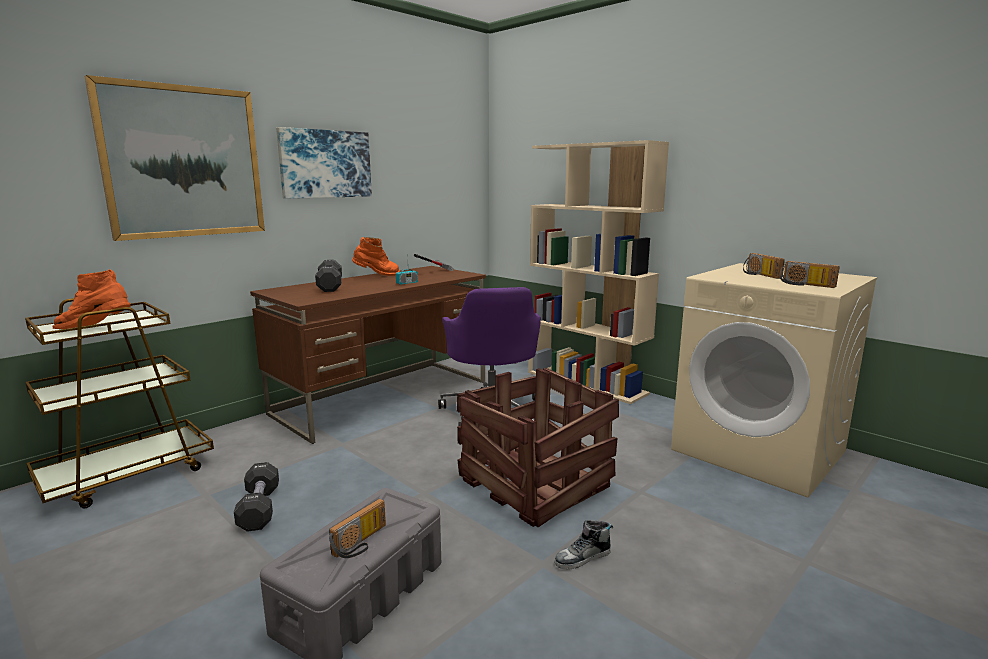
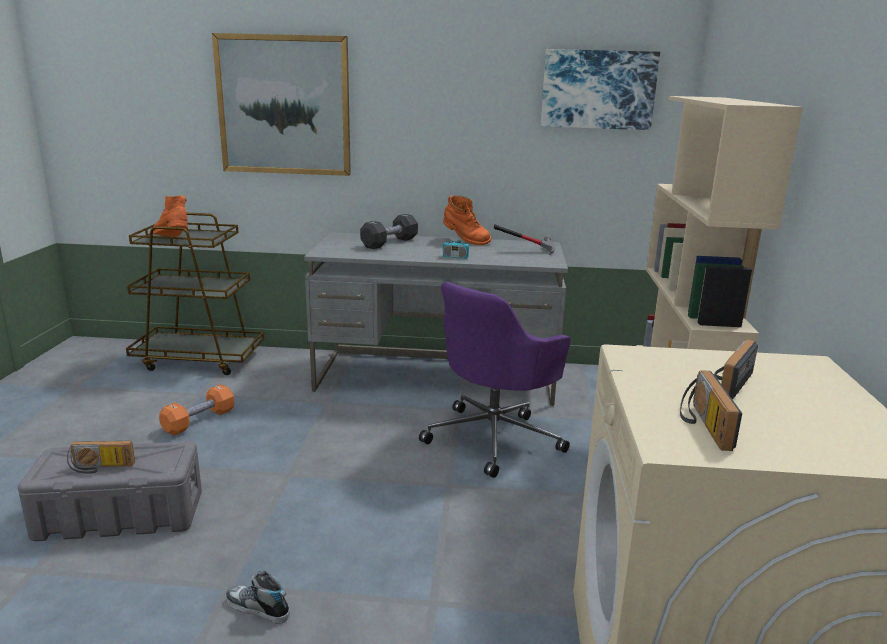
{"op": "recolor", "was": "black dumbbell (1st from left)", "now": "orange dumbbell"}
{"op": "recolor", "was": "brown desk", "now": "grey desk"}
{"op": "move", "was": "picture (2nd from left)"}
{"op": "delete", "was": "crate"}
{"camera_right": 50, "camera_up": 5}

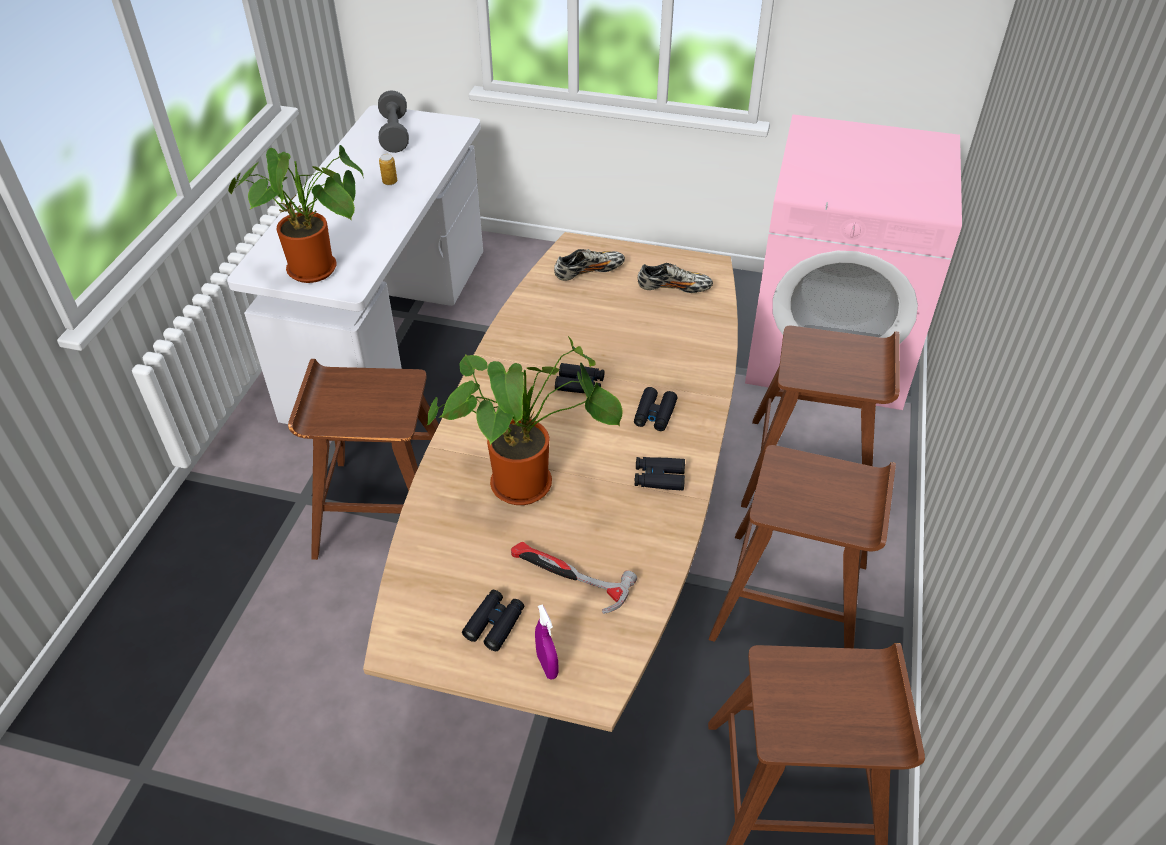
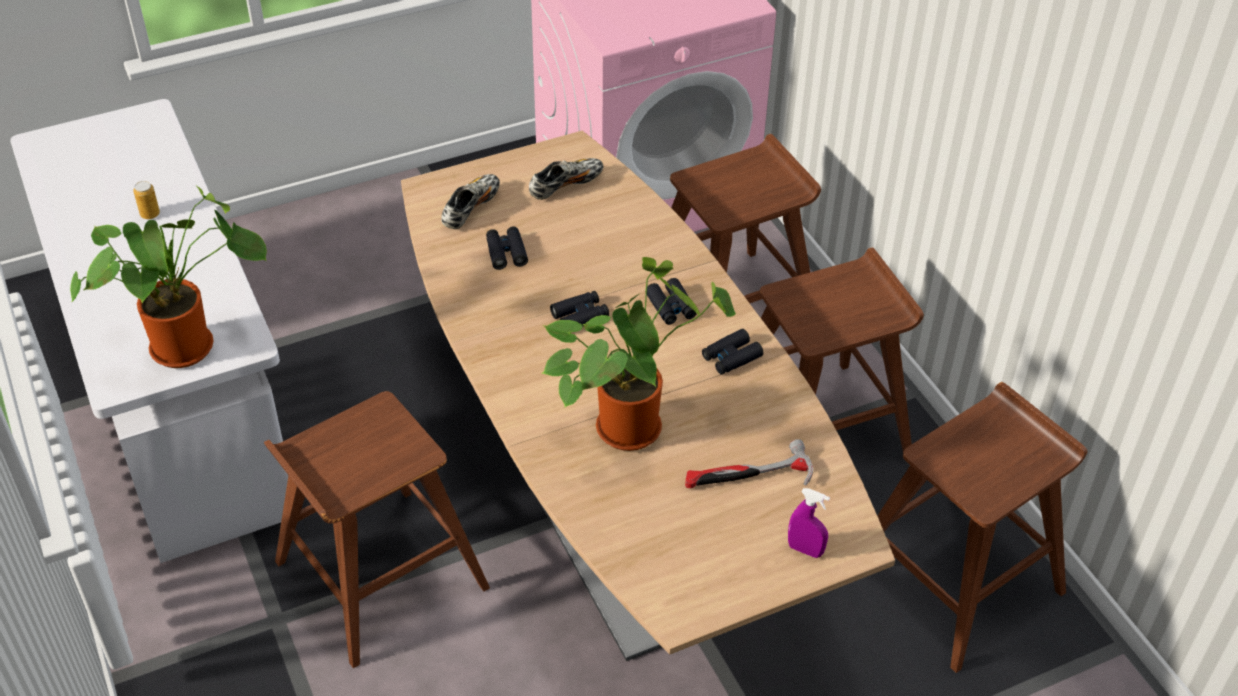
{"op": "move", "was": "black binoculars (1st from left)"}
{"op": "delete", "was": "grey dumbbell"}
{"camera_right": -40, "camera_up": 0}

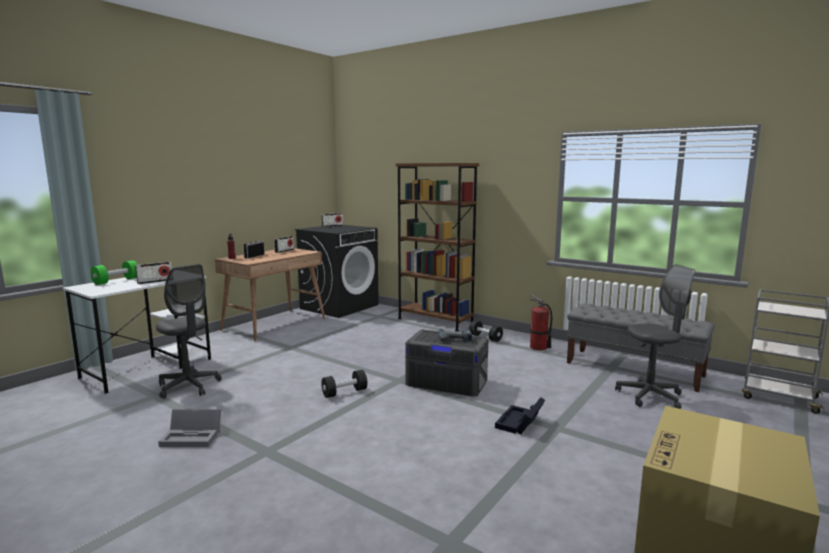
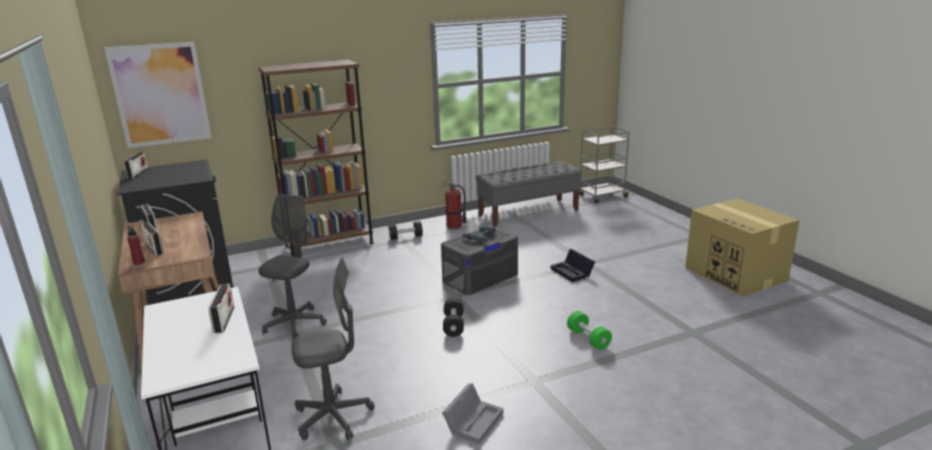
{"op": "insert", "now": "picture"}
{"op": "move", "was": "grey office chair (2nd from left in the first image)", "now": "grey office chair (1st from left)"}
{"op": "move", "was": "green dumbbell"}
{"camera_right": -60, "camera_up": 10}

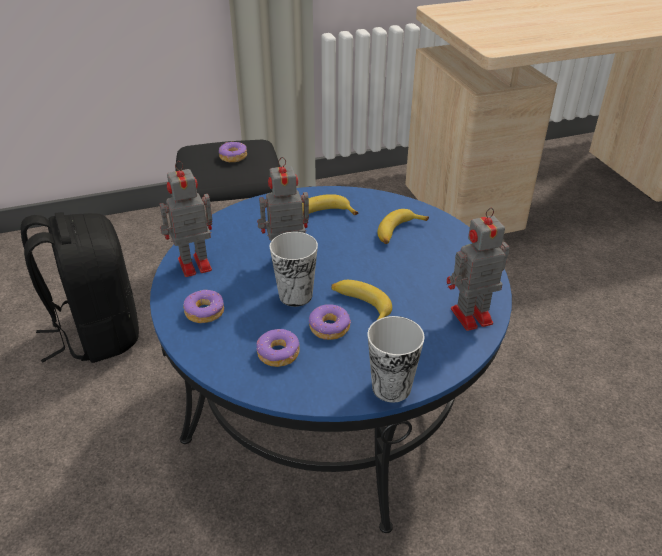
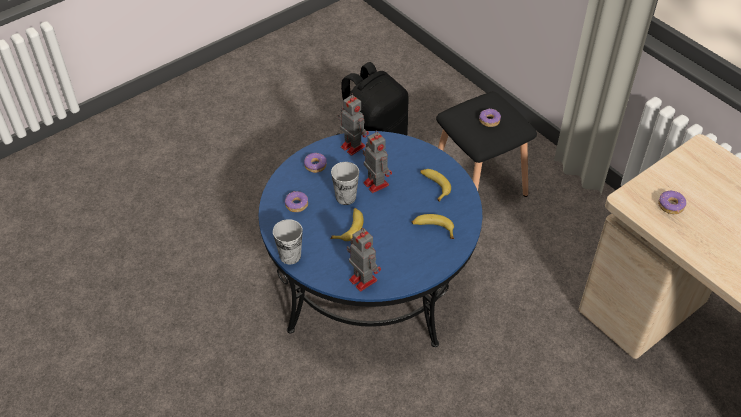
{"op": "move", "was": "donut (4th from left)"}
{"camera_right": 70, "camera_up": 10}

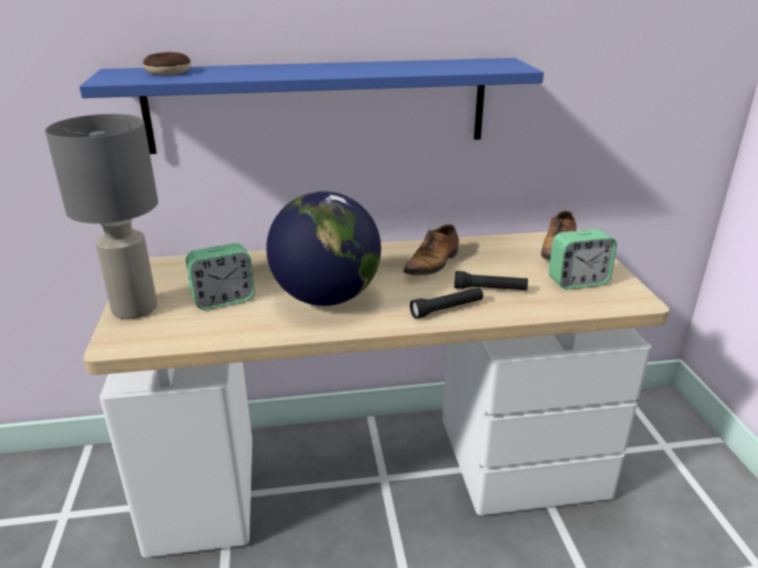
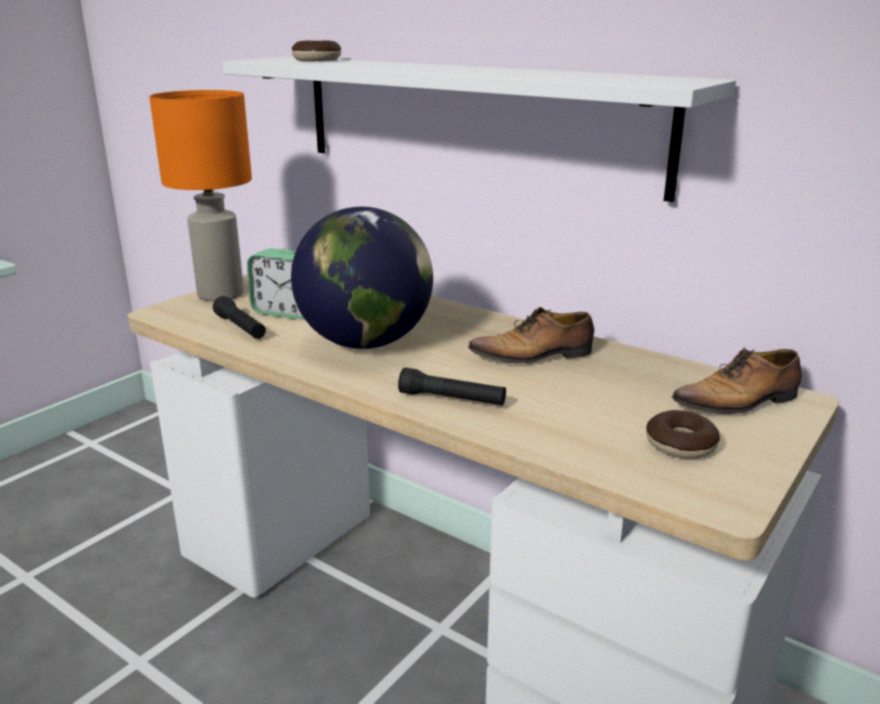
{"op": "recolor", "was": "grey table lamp", "now": "orange table lamp"}
{"op": "move", "was": "black flashlight (2nd from left in the first image)", "now": "black flashlight (1st from left)"}
{"op": "recolor", "was": "blue shelf", "now": "white shelf"}
{"op": "replace", "was": "alarm clock (2nd from left)", "now": "donut (2nd from left)"}
{"camera_right": 45, "camera_up": -5}

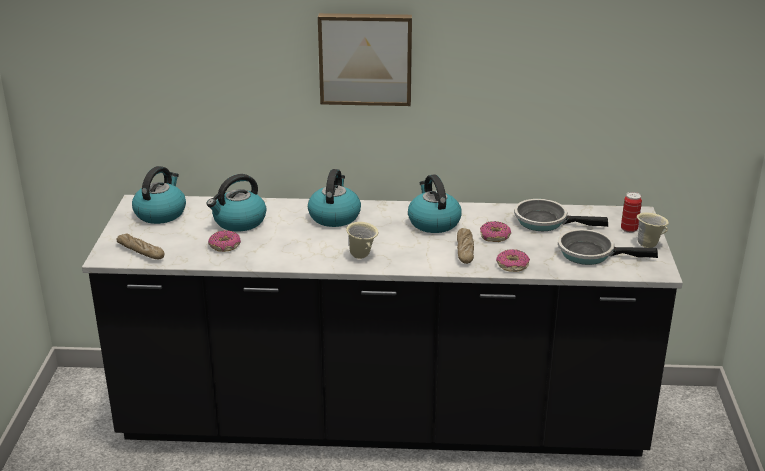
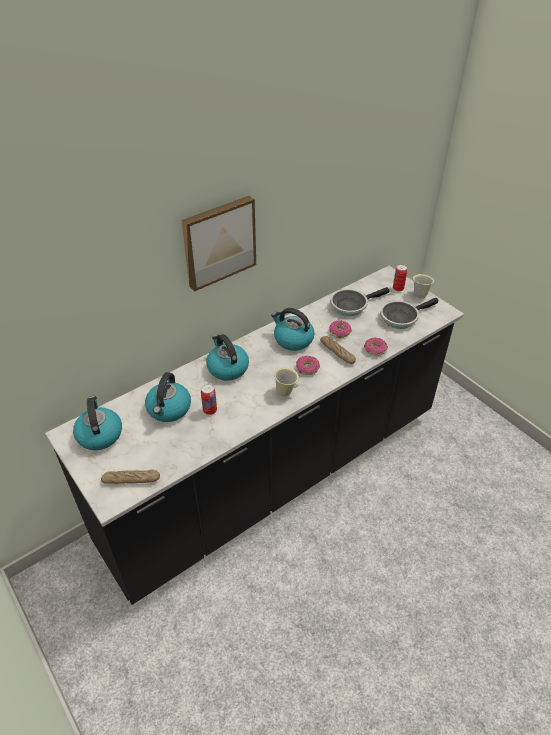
{"op": "insert", "now": "can (1st from left)"}
{"op": "move", "was": "donut (1st from left)"}
{"camera_right": -40, "camera_up": 15}

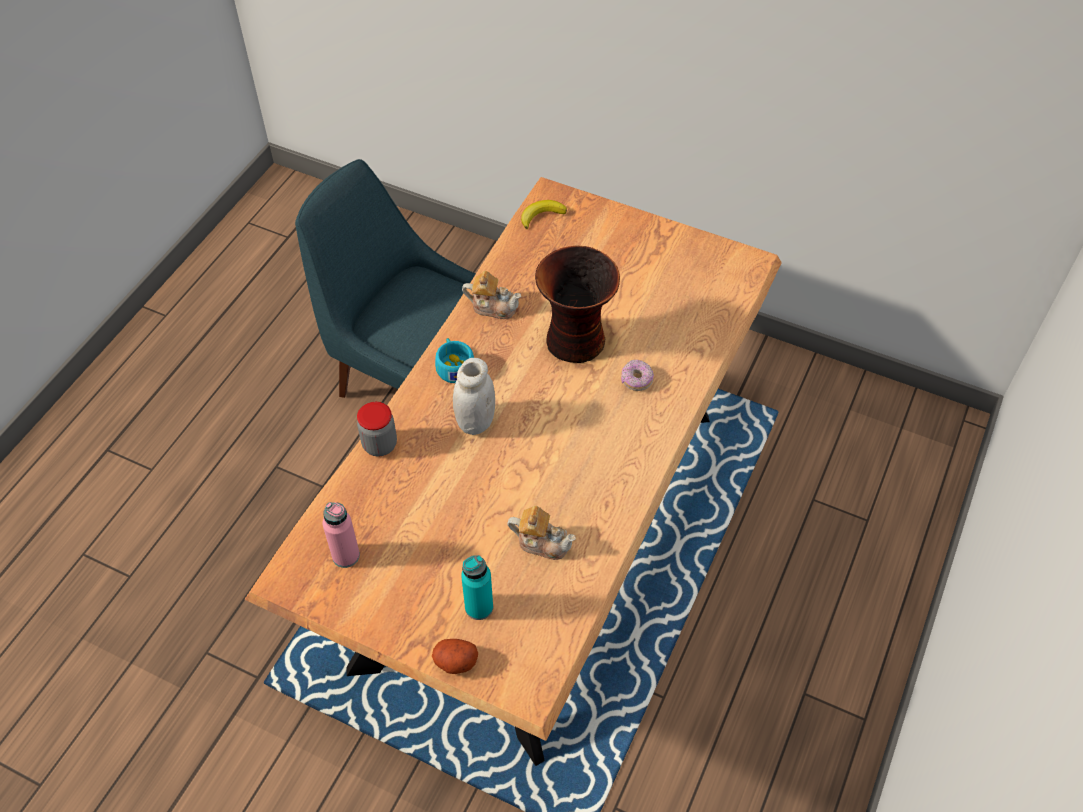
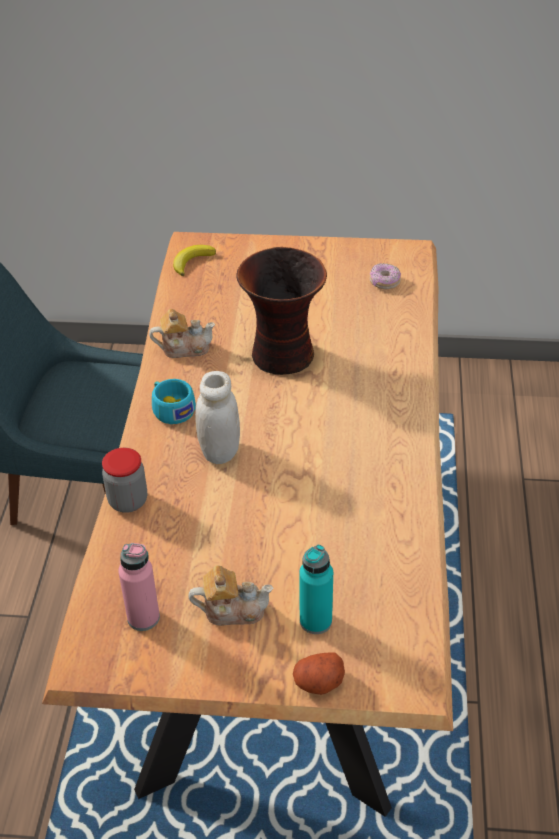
{"op": "move", "was": "teapot (2nd from left)"}
{"op": "move", "was": "donut"}
{"camera_right": -20, "camera_up": -10}

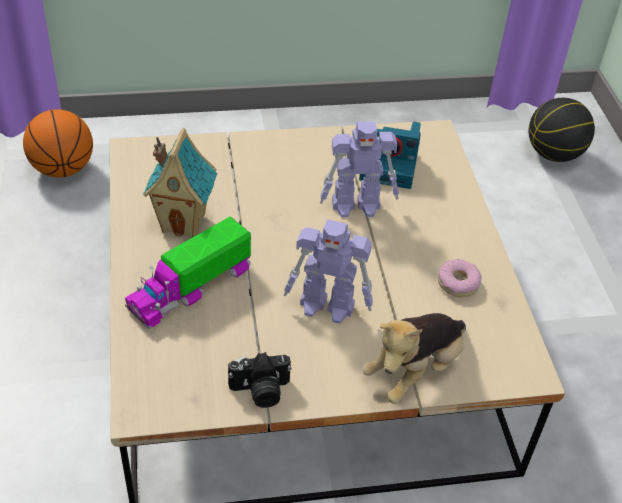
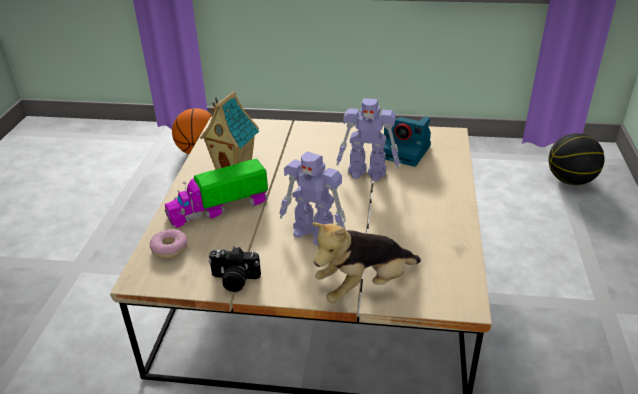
{"op": "move", "was": "donut"}
{"camera_right": 20, "camera_up": -10}

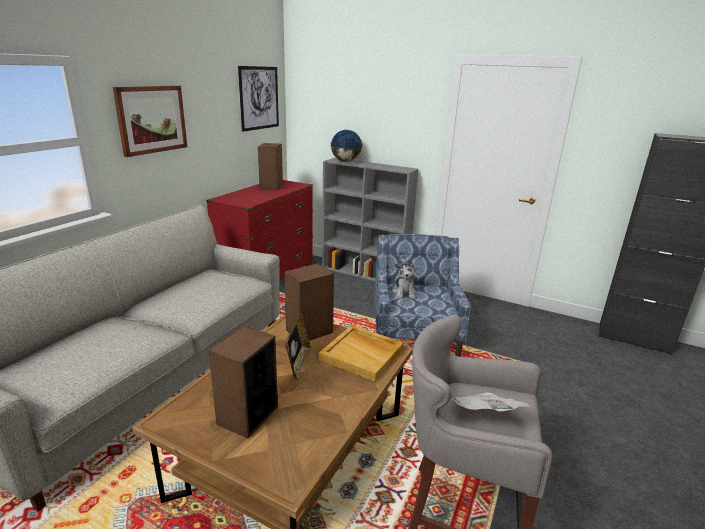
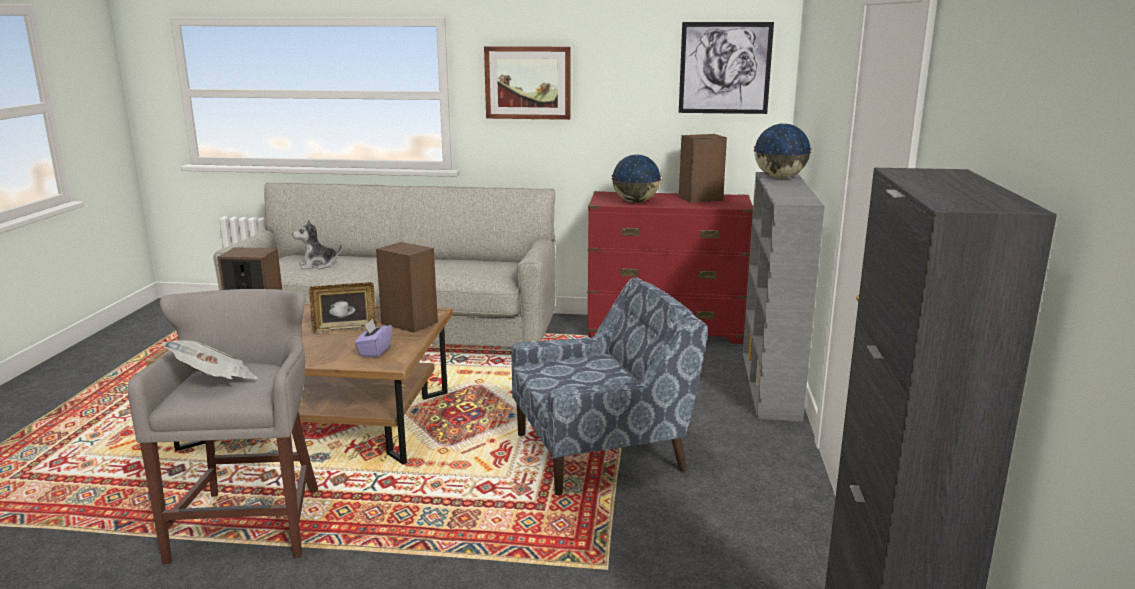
{"op": "move", "was": "plush toy"}
{"op": "replace", "was": "beige tray", "now": "purple tissue box"}
{"op": "insert", "now": "globe (1st from left)"}
{"camera_right": 70, "camera_up": -5}

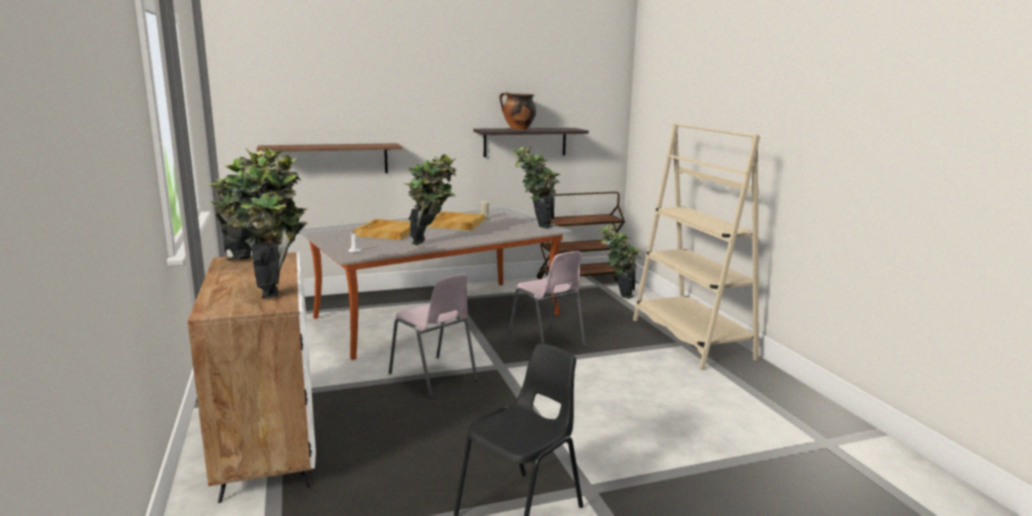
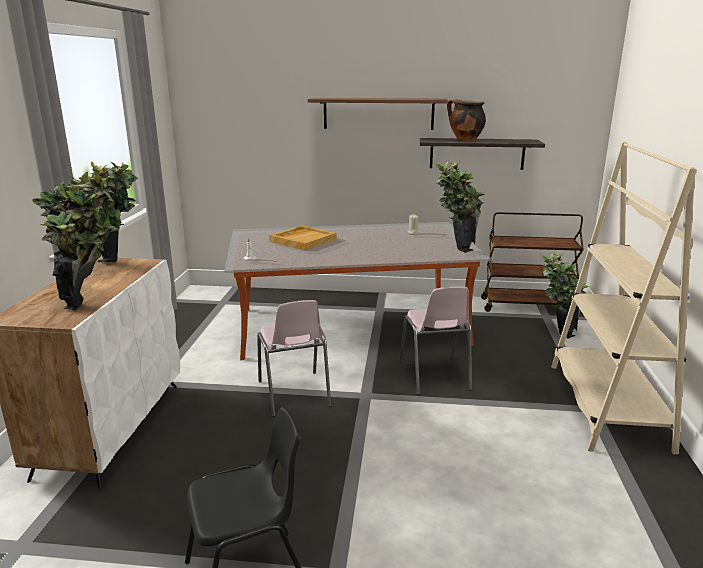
{"op": "move", "was": "shelf (1st from left)"}
{"op": "delete", "was": "potted plant (3rd from left)"}
{"op": "delete", "was": "beige tray (2nd from left)"}
{"camera_right": 25, "camera_up": 5}

